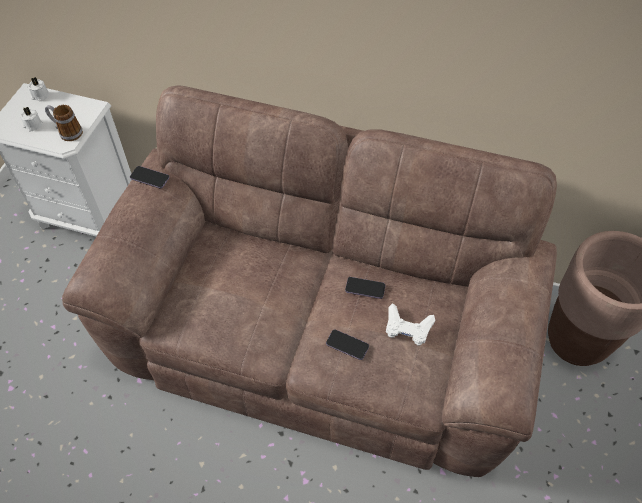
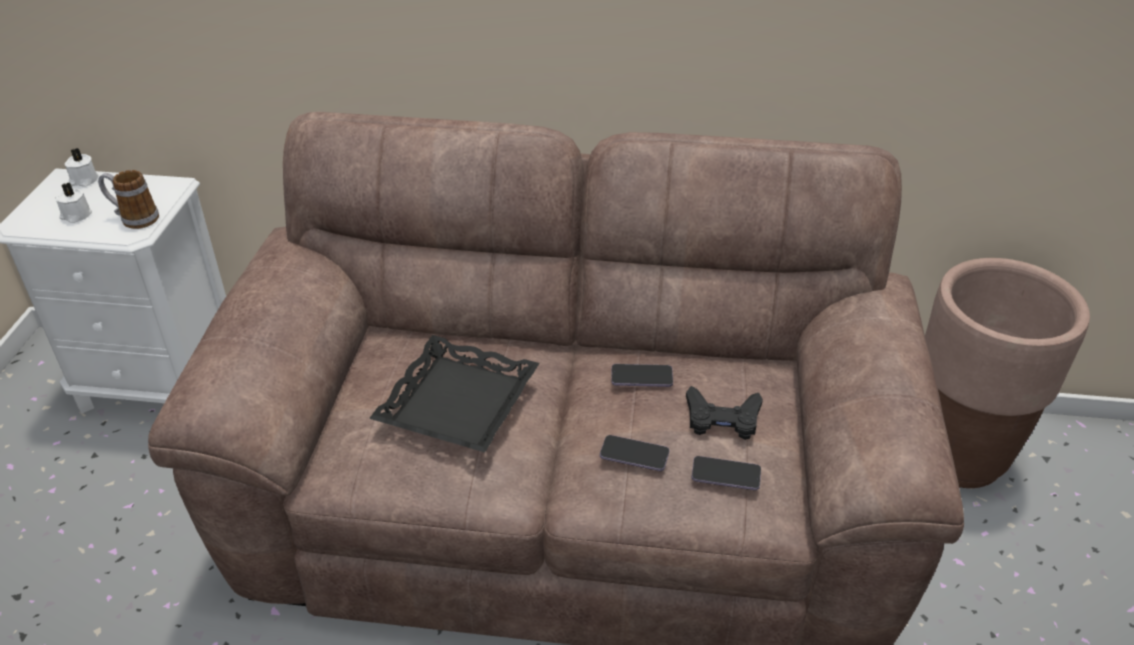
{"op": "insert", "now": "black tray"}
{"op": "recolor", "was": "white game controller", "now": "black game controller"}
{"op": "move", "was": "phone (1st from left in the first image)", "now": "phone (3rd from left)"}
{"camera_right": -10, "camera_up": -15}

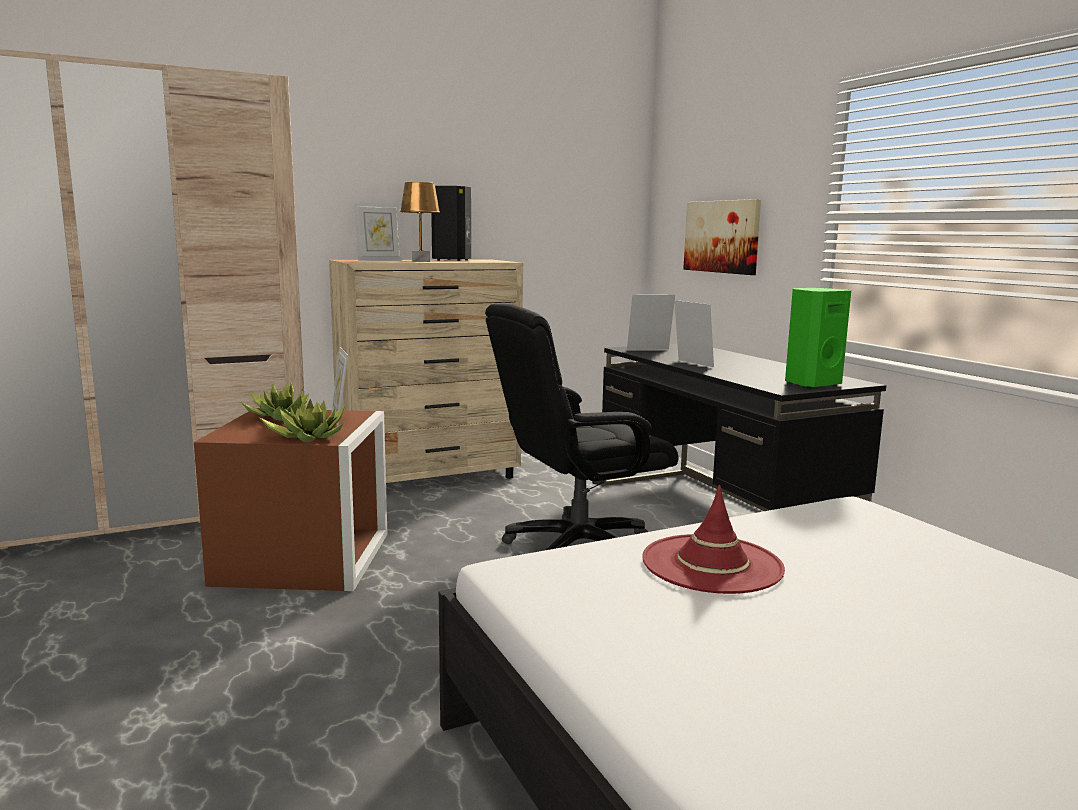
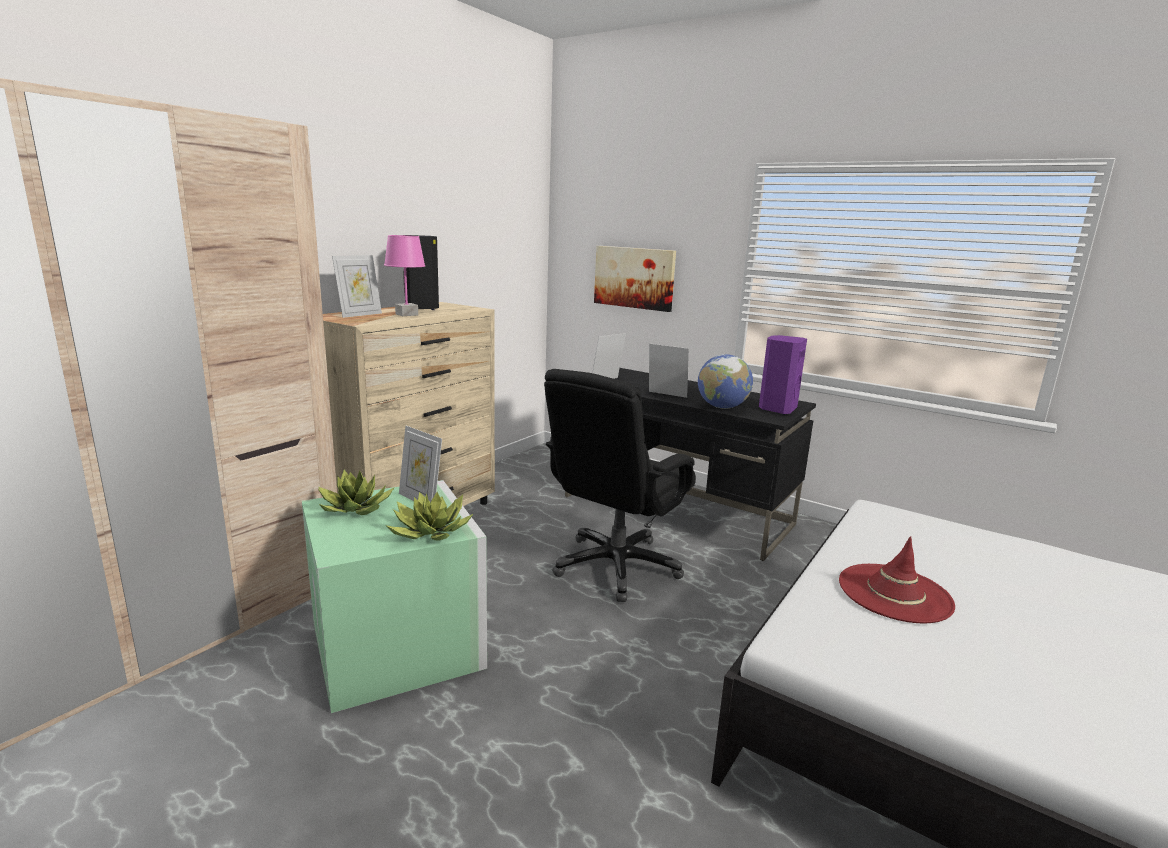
{"op": "recolor", "was": "brown storage box", "now": "green storage box"}
{"op": "recolor", "was": "brown table lamp", "now": "pink table lamp"}
{"op": "insert", "now": "globe"}
{"op": "recolor", "was": "green speaker", "now": "purple speaker"}
{"camera_right": -30, "camera_up": 5}

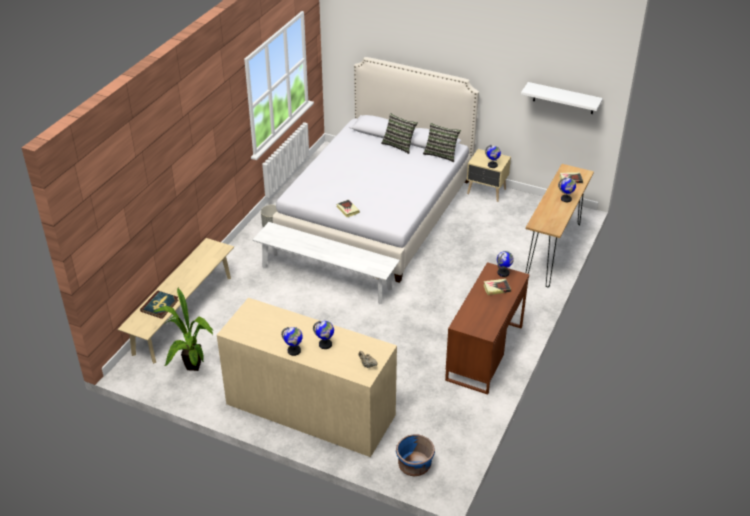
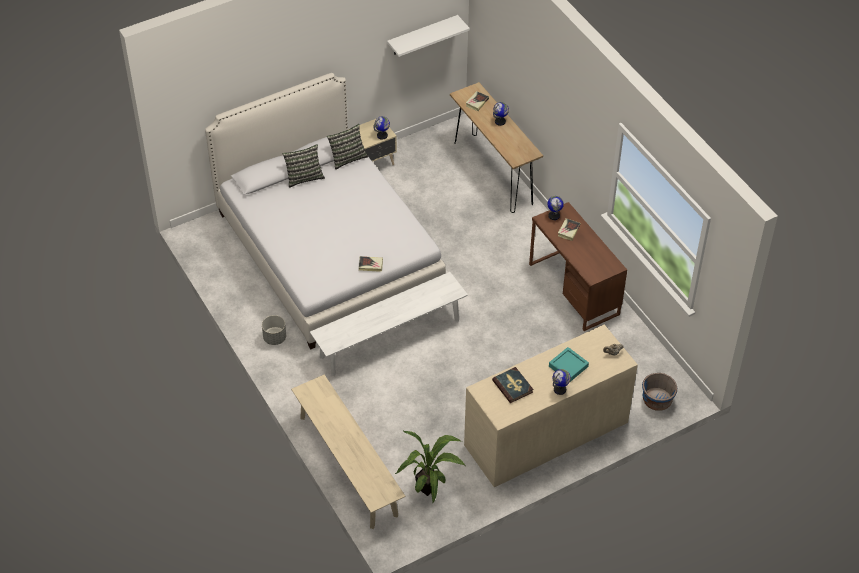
{"op": "move", "was": "book (1st from left in the first image)", "now": "book (3rd from left)"}
{"op": "replace", "was": "globe (2nd from left)", "now": "turquoise tray"}
{"camera_right": -55, "camera_up": 10}

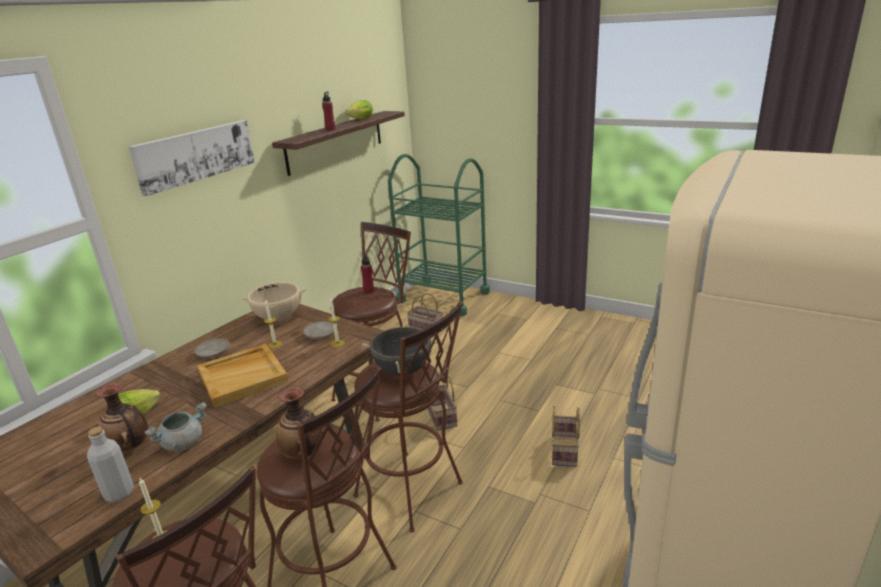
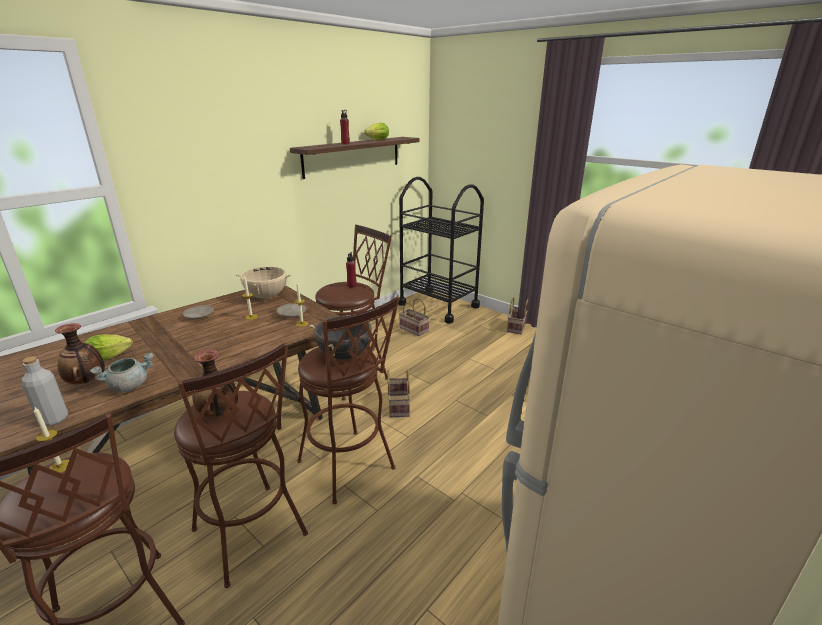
{"op": "recolor", "was": "green cart", "now": "black cart"}
{"op": "move", "was": "basket (3rd from left)"}
{"op": "delete", "was": "picture"}
{"op": "delete", "was": "beige tray"}
{"camera_right": 10, "camera_up": 0}

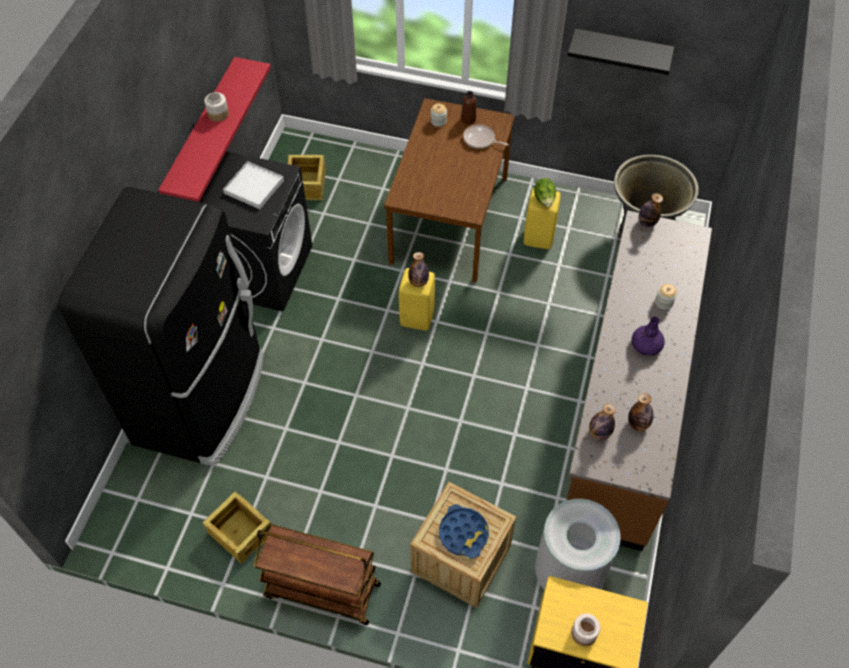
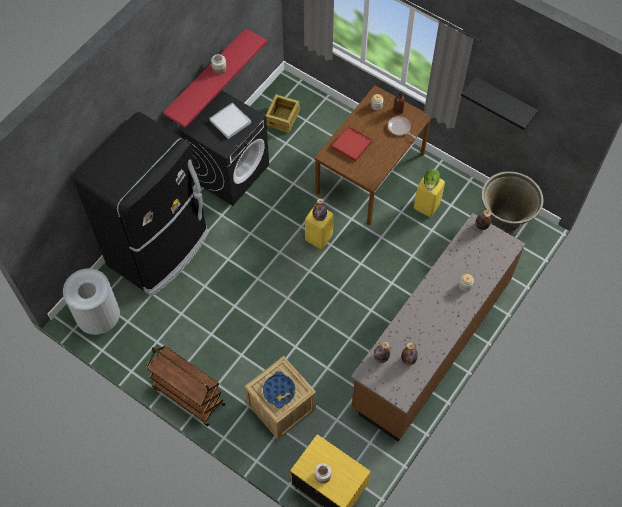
{"op": "move", "was": "grey trash can"}
{"op": "insert", "now": "red tray"}
{"op": "delete", "was": "crate (1st from left)"}
{"op": "delete", "was": "purple vase"}
{"camera_right": 20, "camera_up": 5}

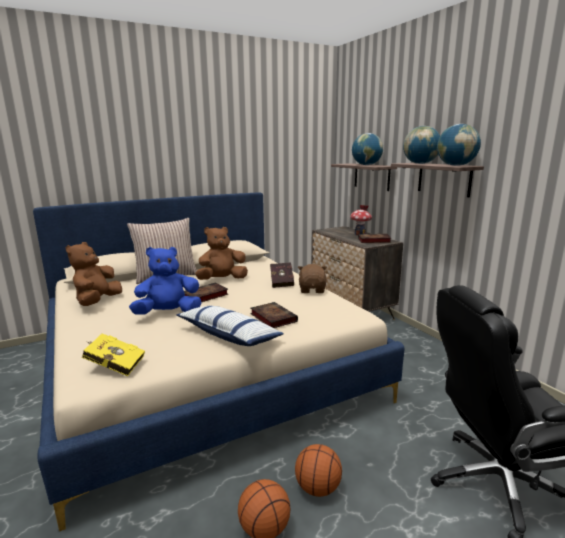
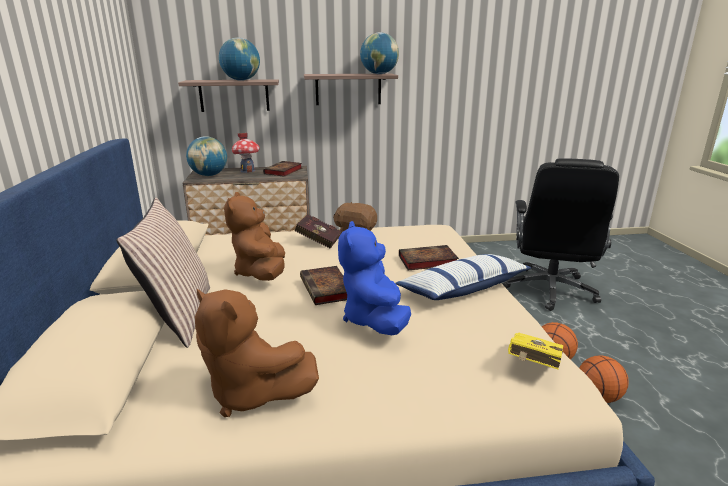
{"op": "move", "was": "globe (2nd from left in the first image)", "now": "globe (1st from left)"}
{"camera_right": -70, "camera_up": 5}

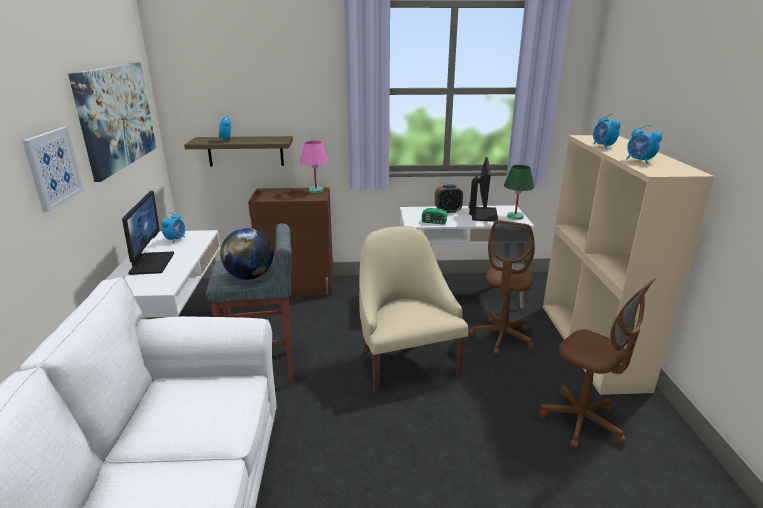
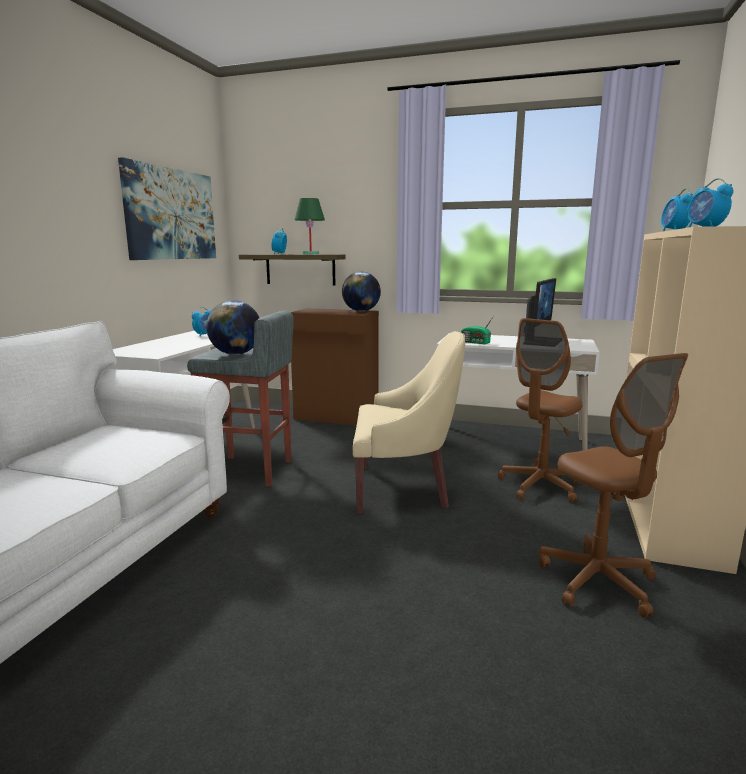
{"op": "move", "was": "green table lamp"}
{"op": "replace", "was": "pink table lamp", "now": "globe (2nd from left)"}
{"op": "rotate", "was": "beige armchair", "clockwise": 90}
{"op": "delete", "was": "picture (1st from left)"}
{"op": "delete", "was": "monitor (1st from left)"}
{"op": "delete", "was": "alarm clock (3rd from left)"}
{"camera_right": 20, "camera_up": -10}

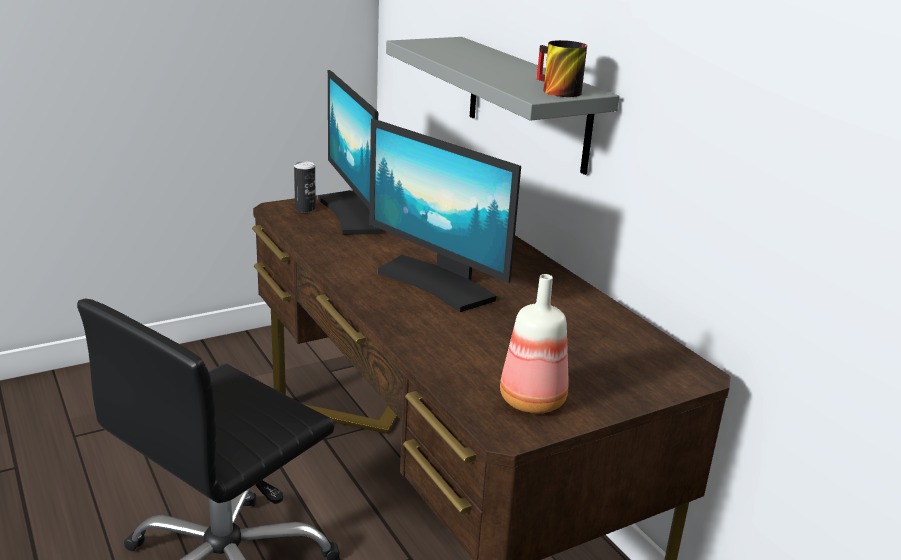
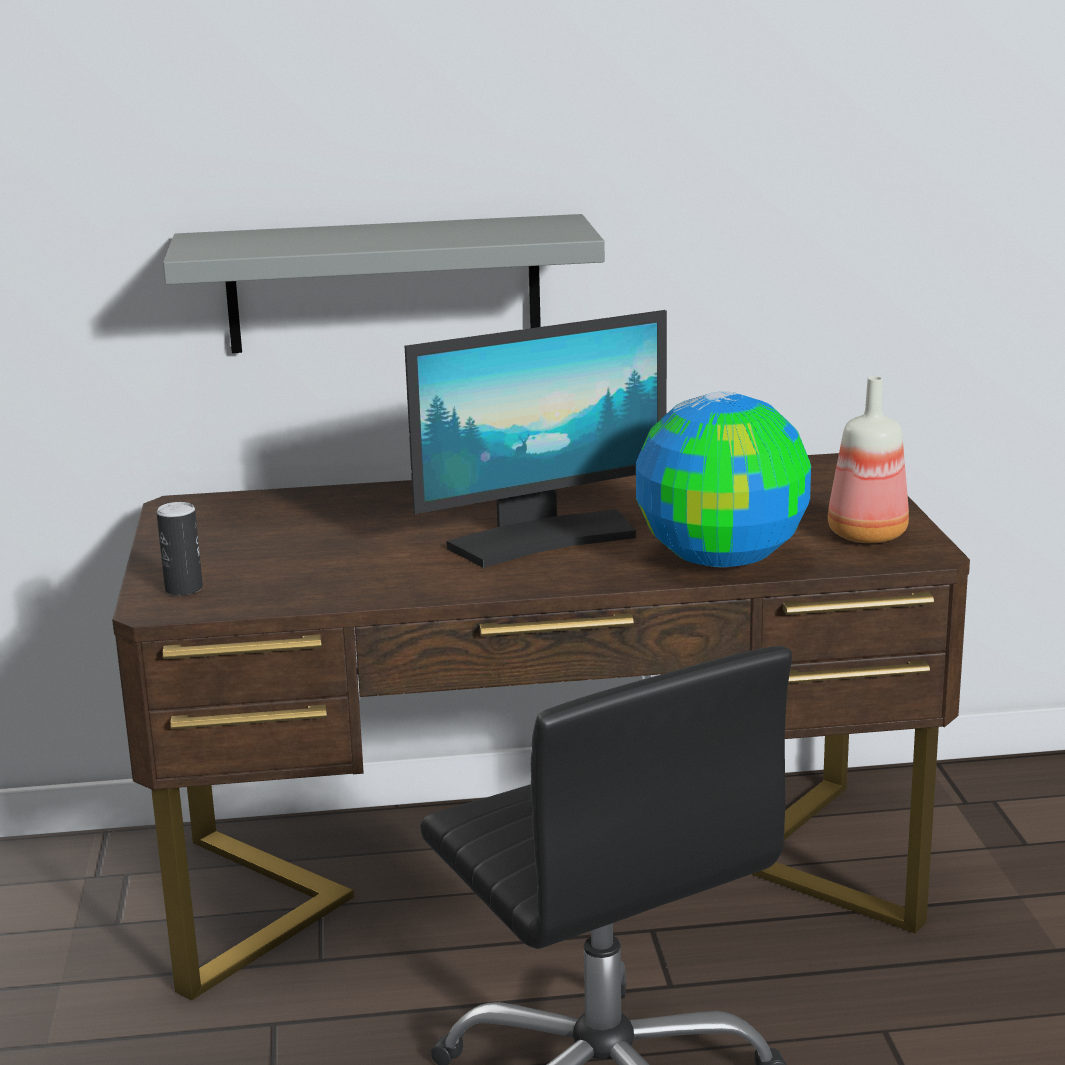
{"op": "insert", "now": "globe"}
{"op": "delete", "was": "monitor (1st from left)"}
{"op": "delete", "was": "mug"}
{"camera_right": -65, "camera_up": -5}

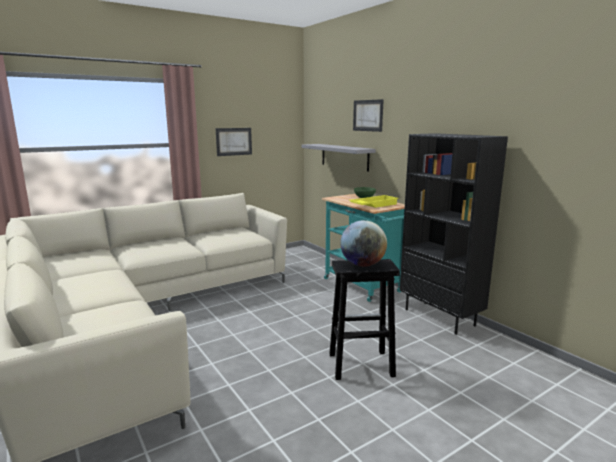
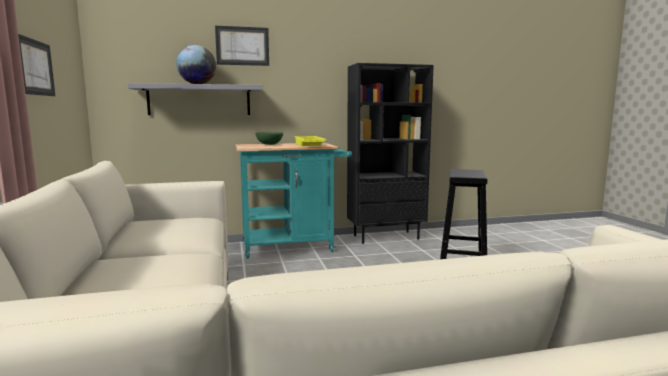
{"op": "move", "was": "globe"}
{"camera_right": -70, "camera_up": -5}

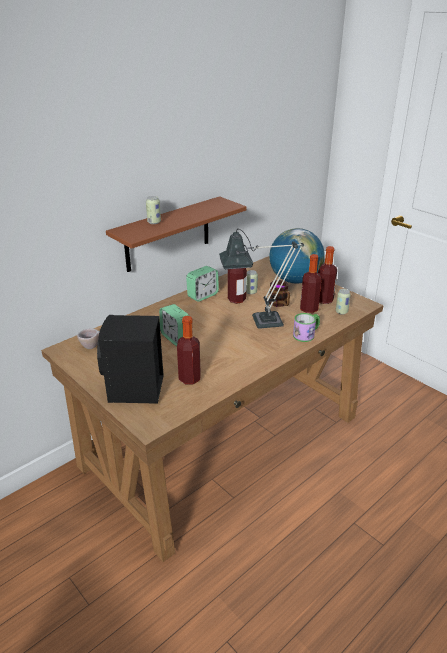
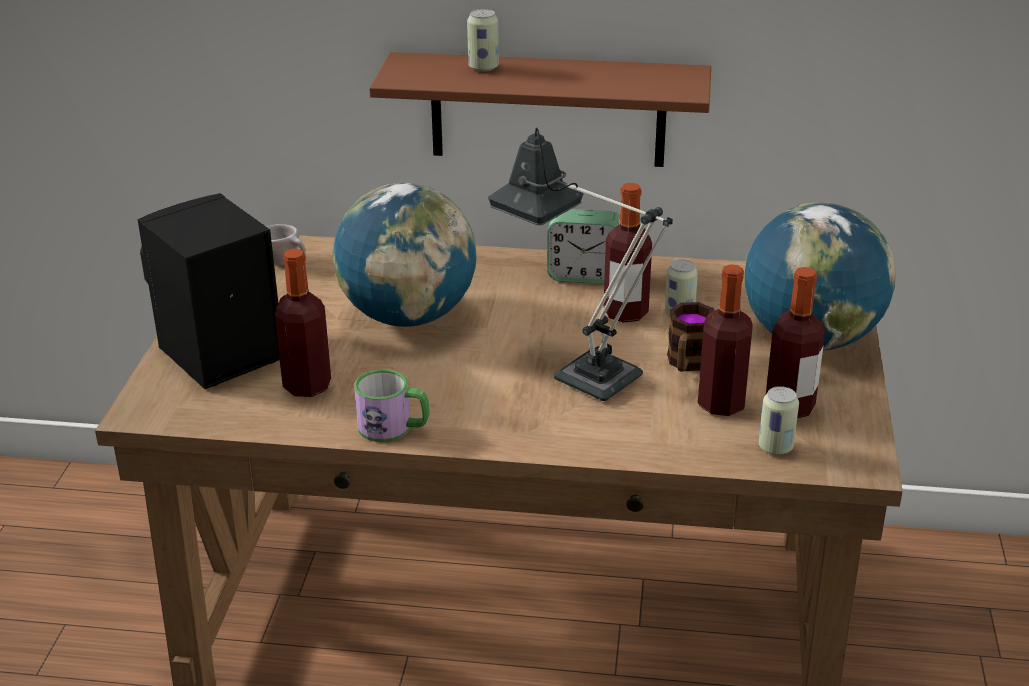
{"op": "replace", "was": "alarm clock (1st from left)", "now": "globe (1st from left)"}
{"op": "move", "was": "mug (2nd from left in the first image)", "now": "mug (1st from left)"}
{"camera_right": 50, "camera_up": 0}

